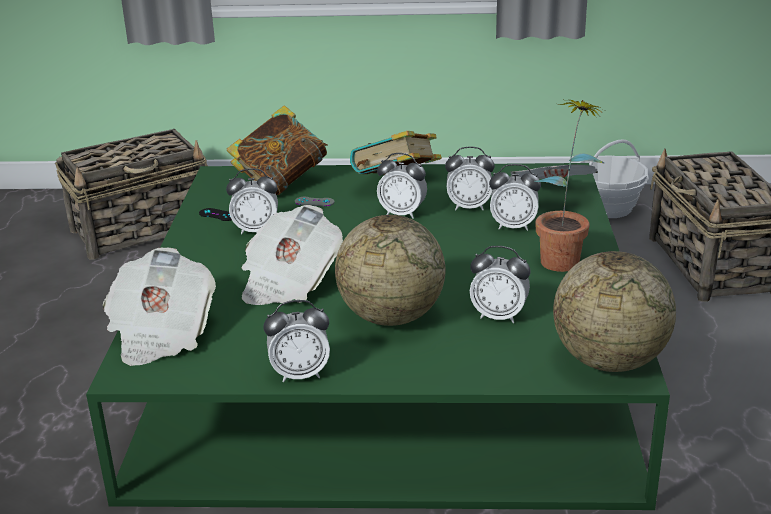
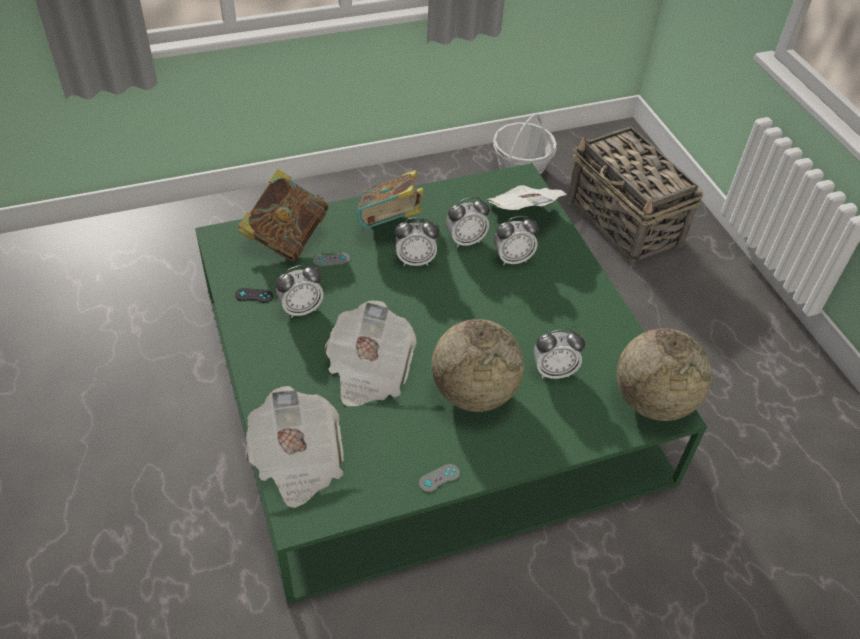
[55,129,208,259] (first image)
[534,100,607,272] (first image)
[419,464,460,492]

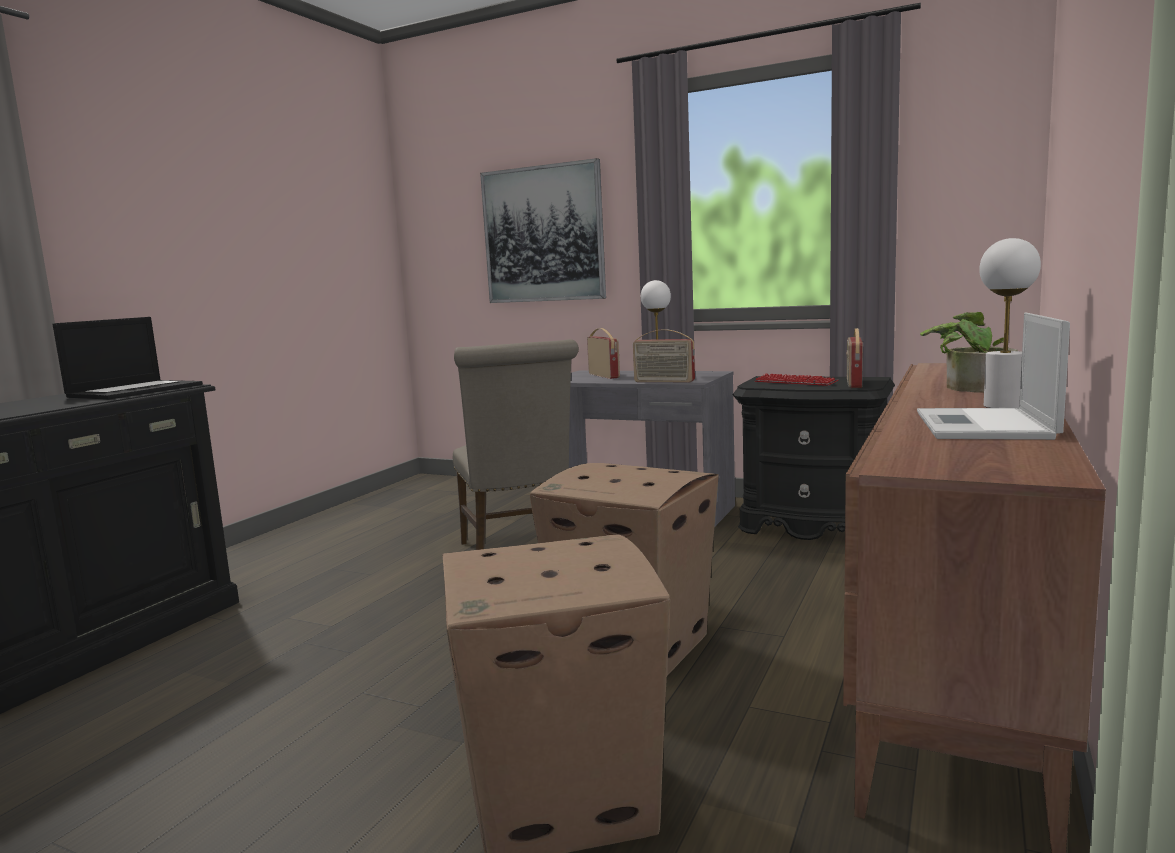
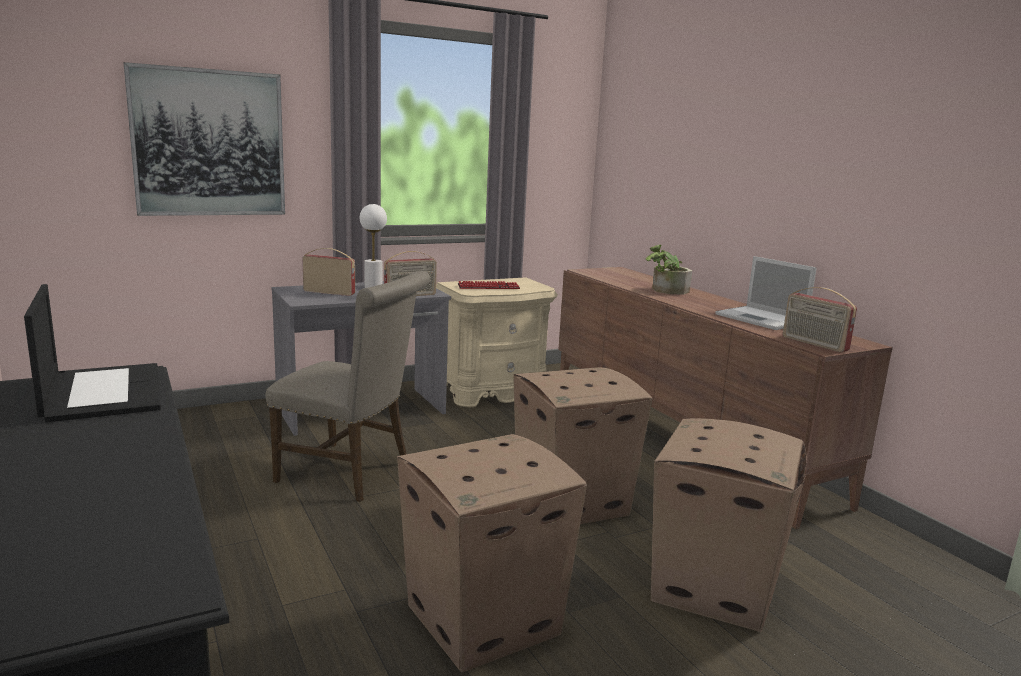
[979,238,1041,408] (first image)
[397,434,587,672]
[783,287,857,352]
[436,277,558,407]

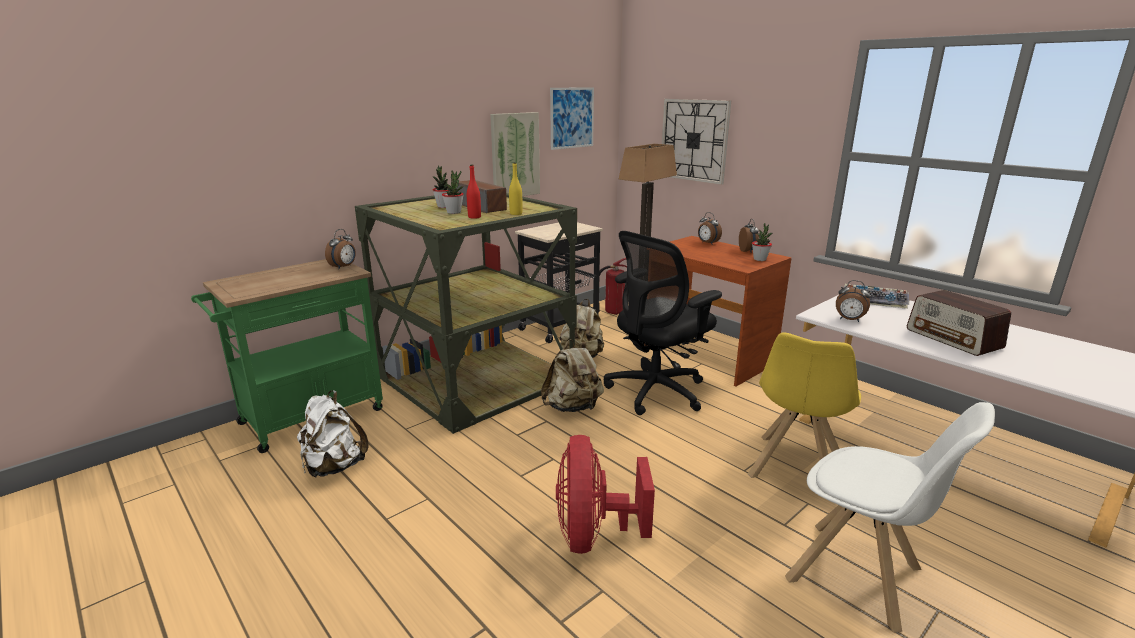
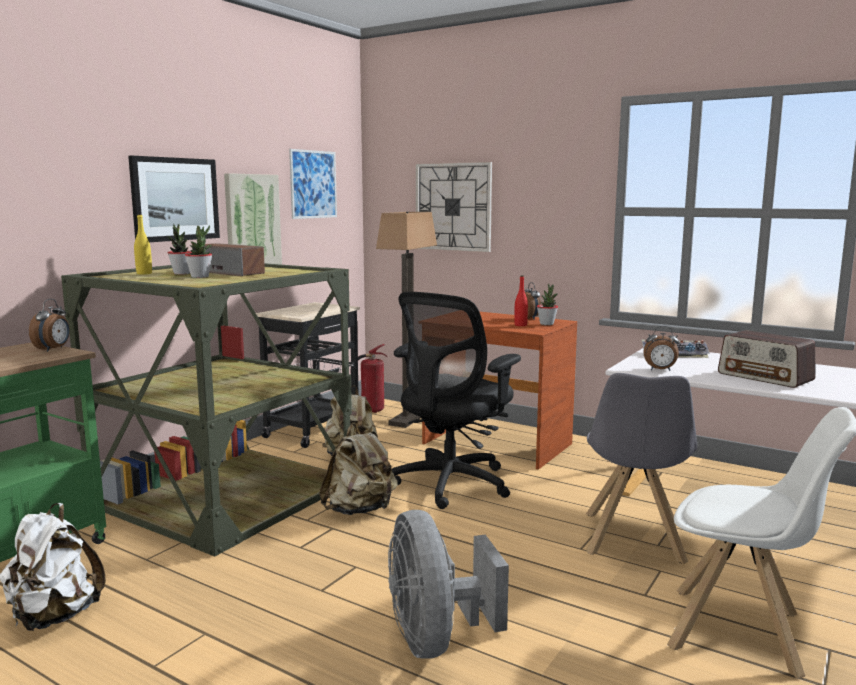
[698,212,722,244] (first image)
[128,156,220,242]
[514,276,528,326]
[134,214,152,274]
[388,510,509,659]
[586,373,697,564]

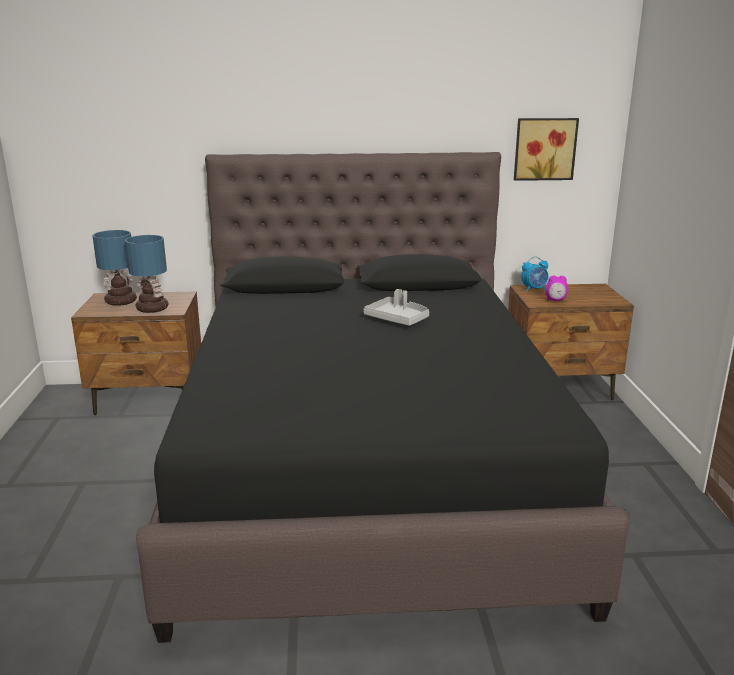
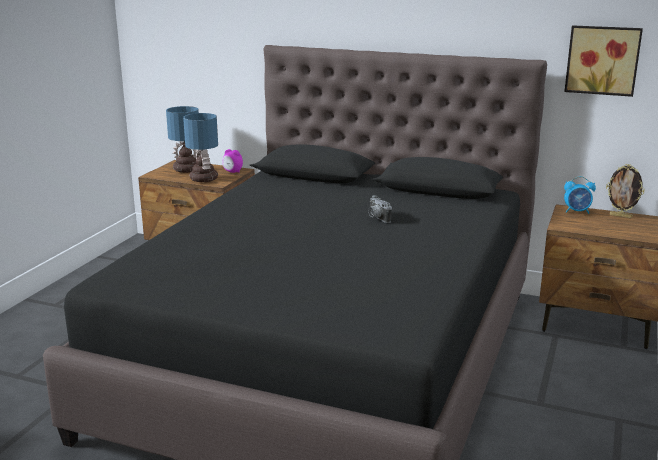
[606,164,645,218]
[222,149,243,173]
[368,195,392,223]

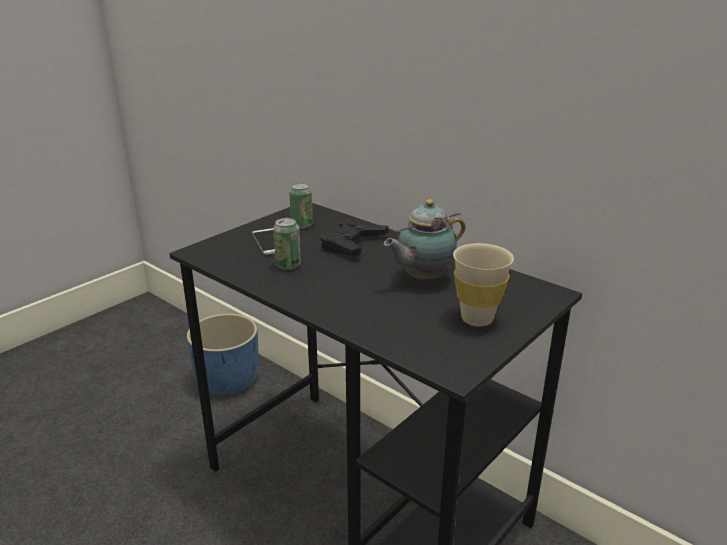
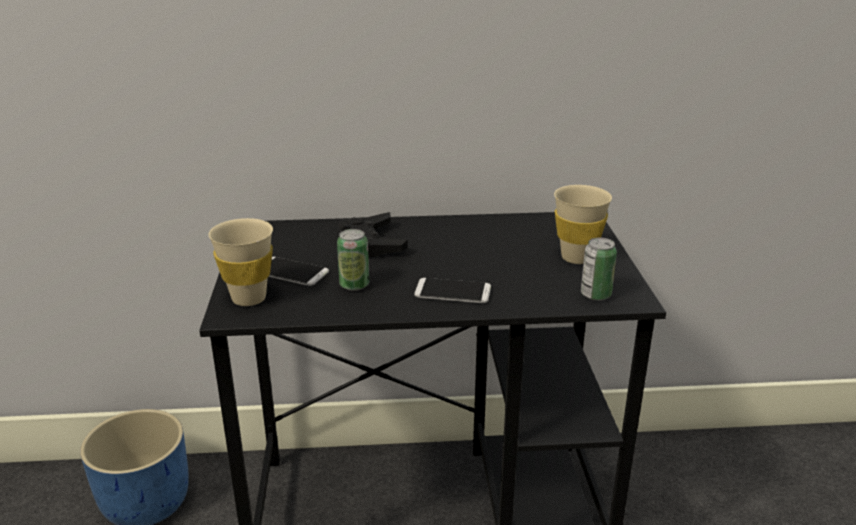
[384,199,465,281] (first image)
[208,218,273,306]
[414,278,491,303]
[581,237,617,301]

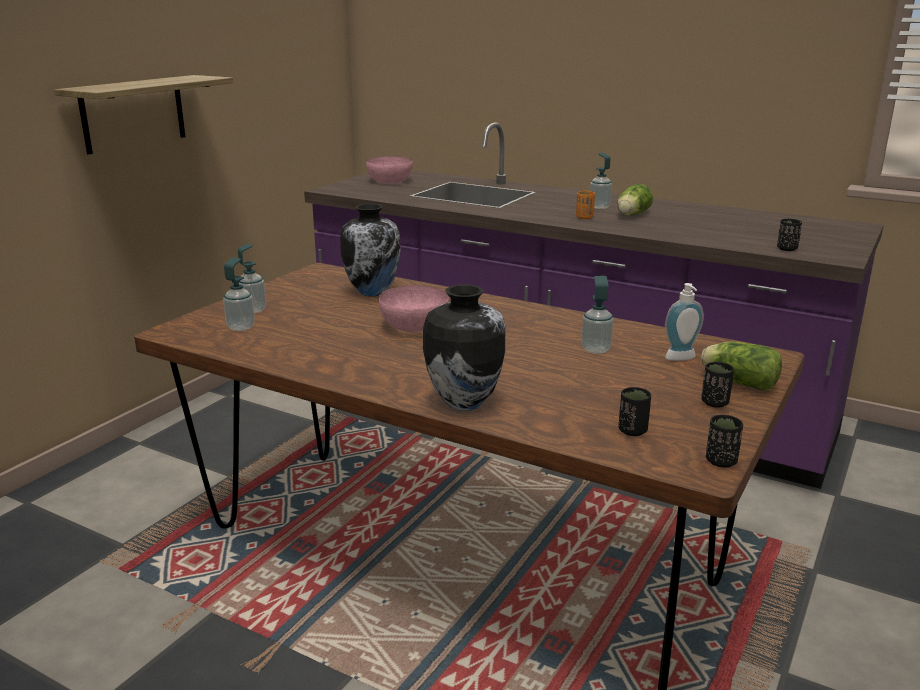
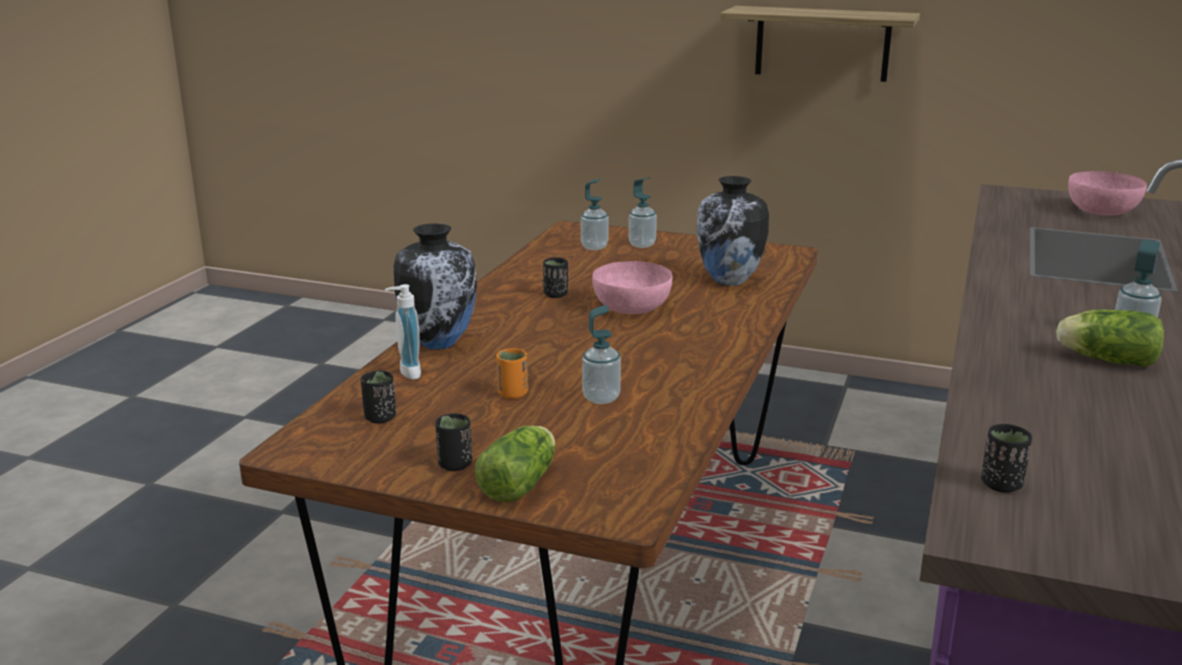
[496,349,528,399]
[385,284,421,380]
[543,258,568,298]

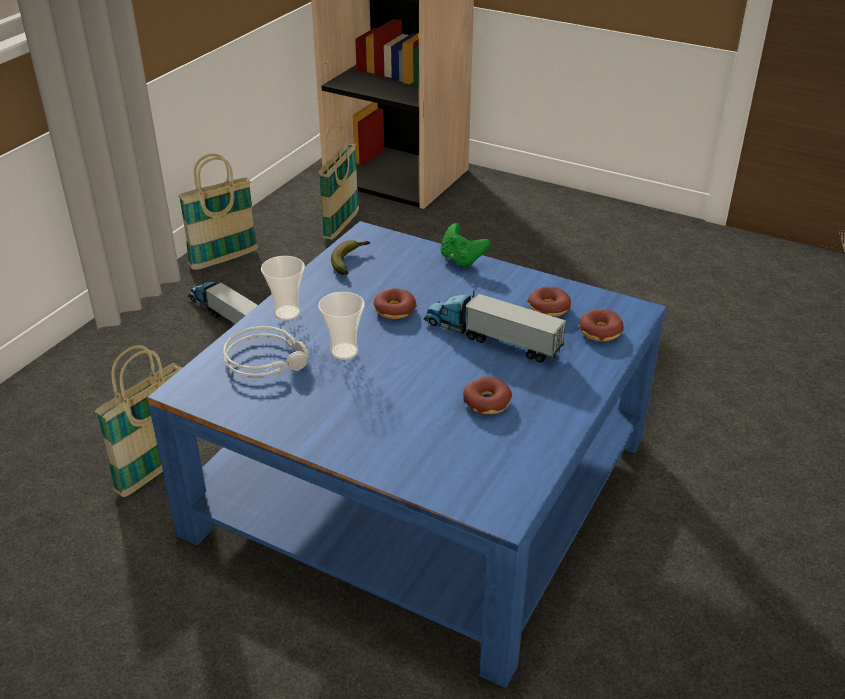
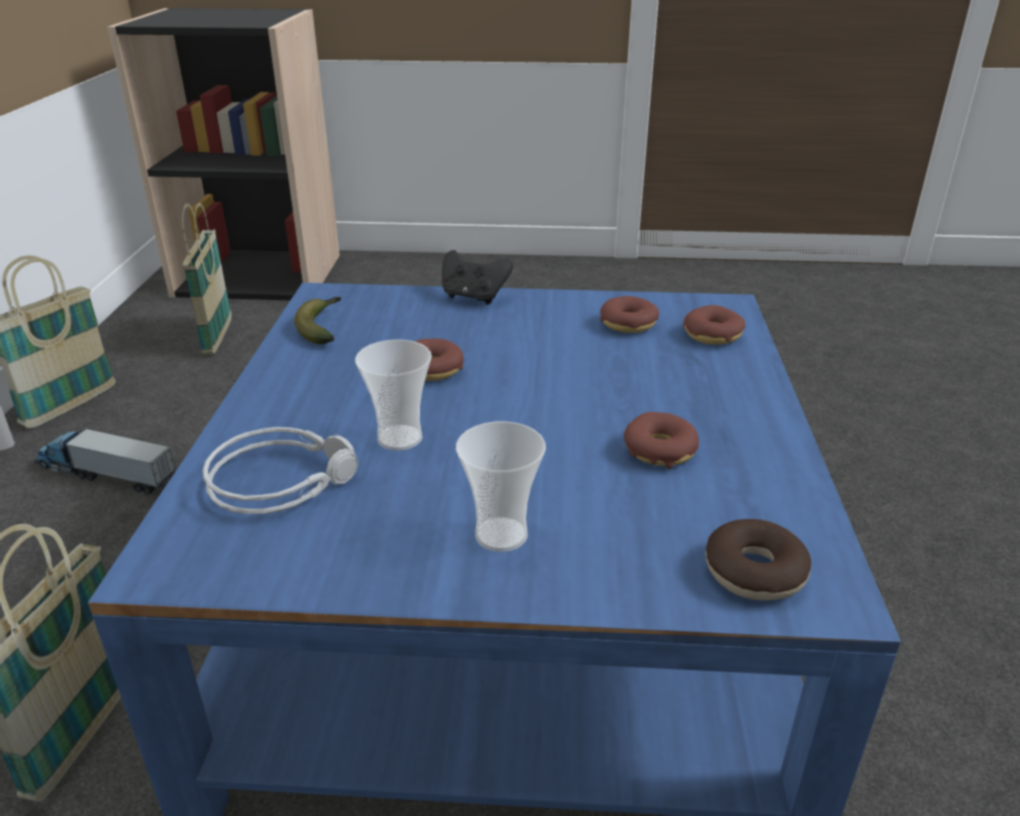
[424,289,567,363] (first image)
[706,519,811,601]
[456,421,546,552]
[442,250,513,304]

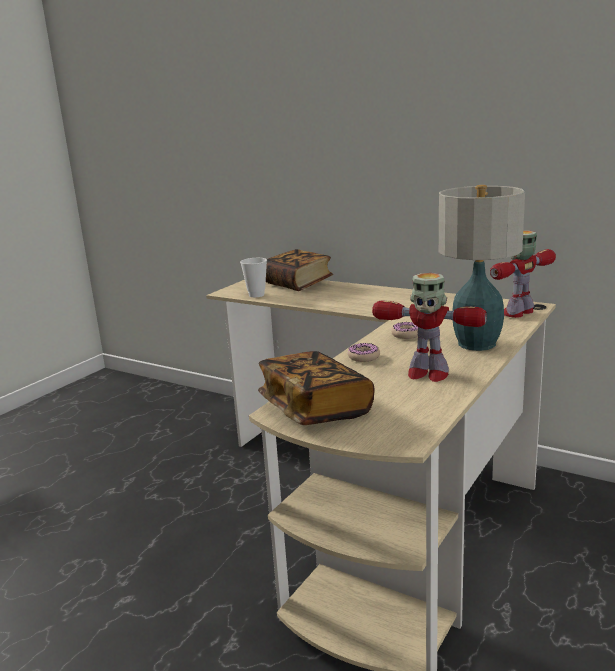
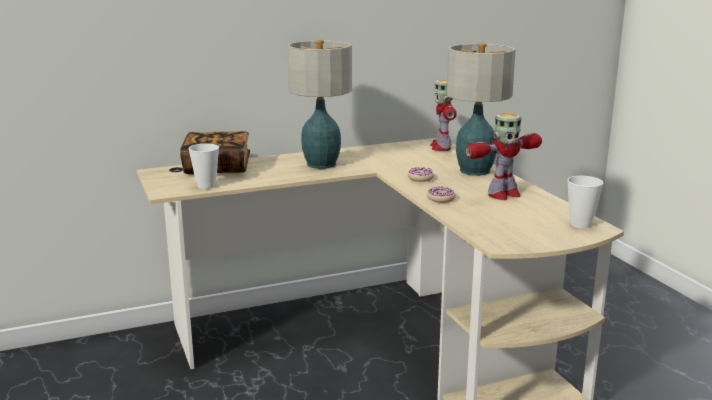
[258,351,375,425] (first image)
[287,40,352,169]
[567,176,604,228]

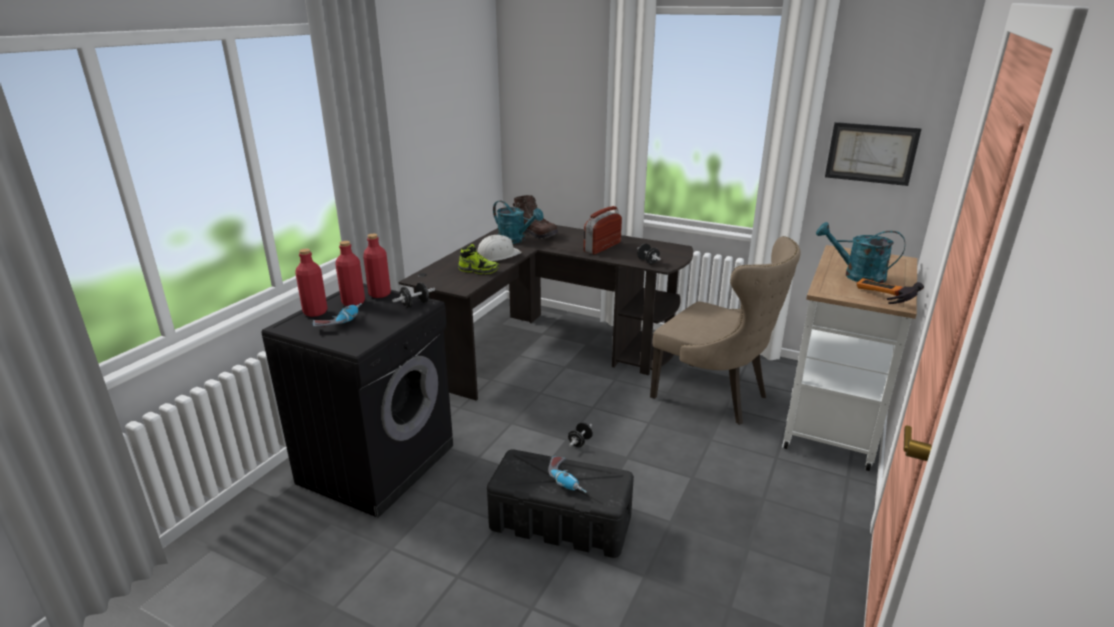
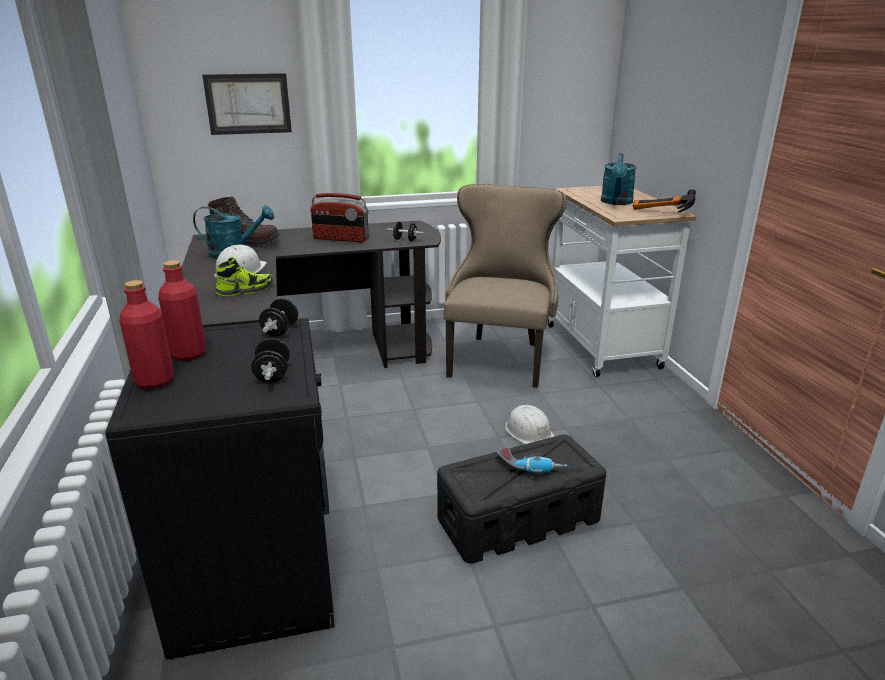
[313,303,362,327] (first image)
[363,234,391,298] (first image)
[505,405,554,444]
[251,338,290,383]
[202,73,292,135]
[310,193,369,242]
[444,184,566,388]
[601,153,637,205]

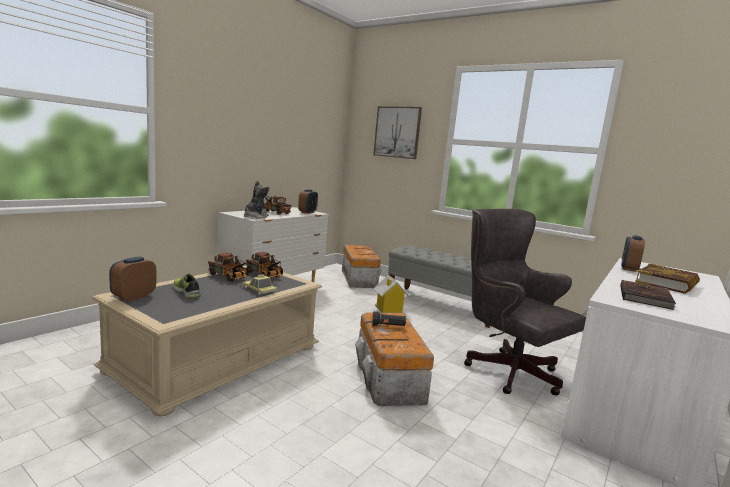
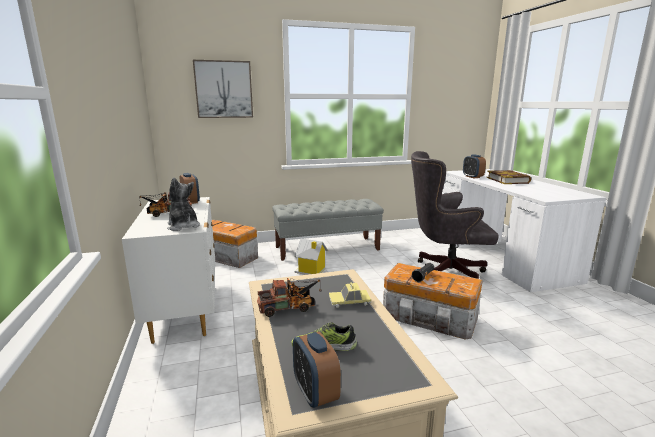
[246,252,283,277] (first image)
[620,280,676,310] (first image)

